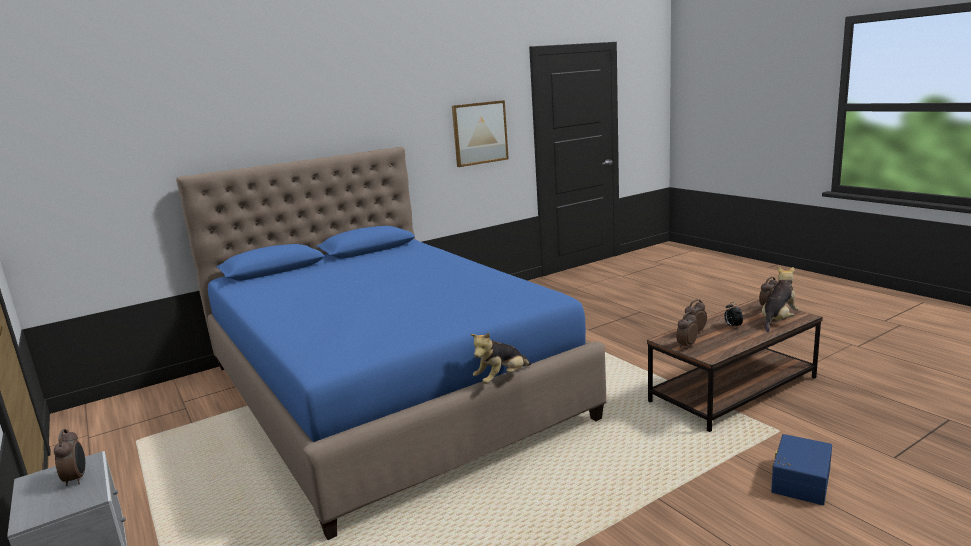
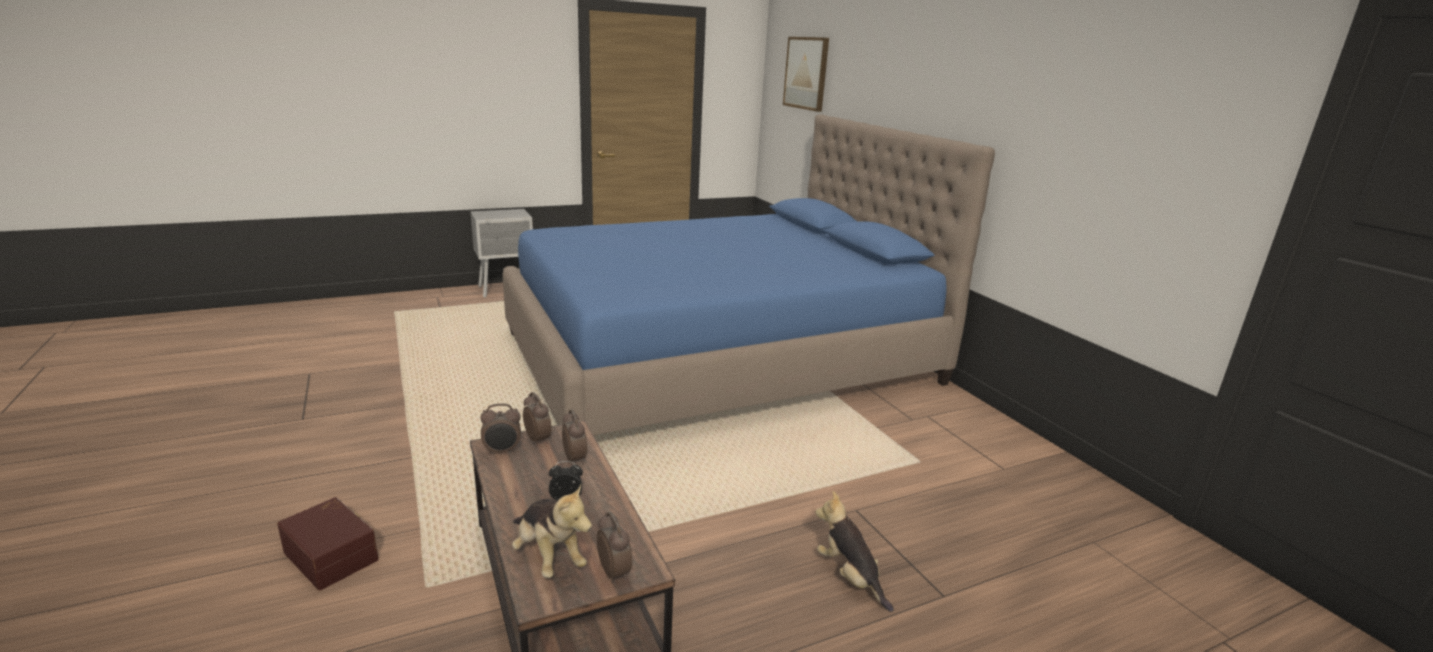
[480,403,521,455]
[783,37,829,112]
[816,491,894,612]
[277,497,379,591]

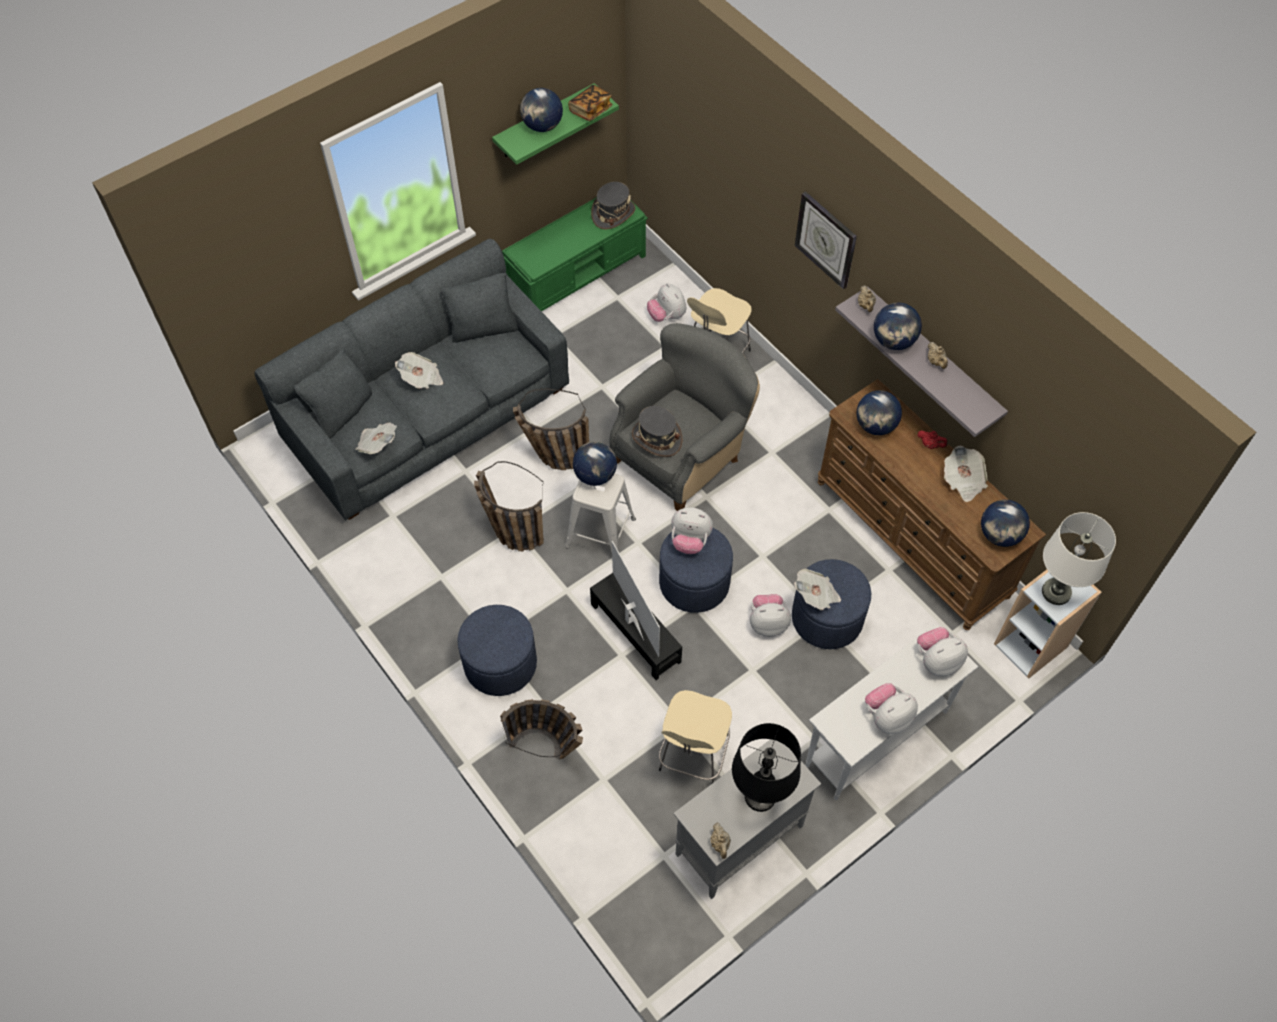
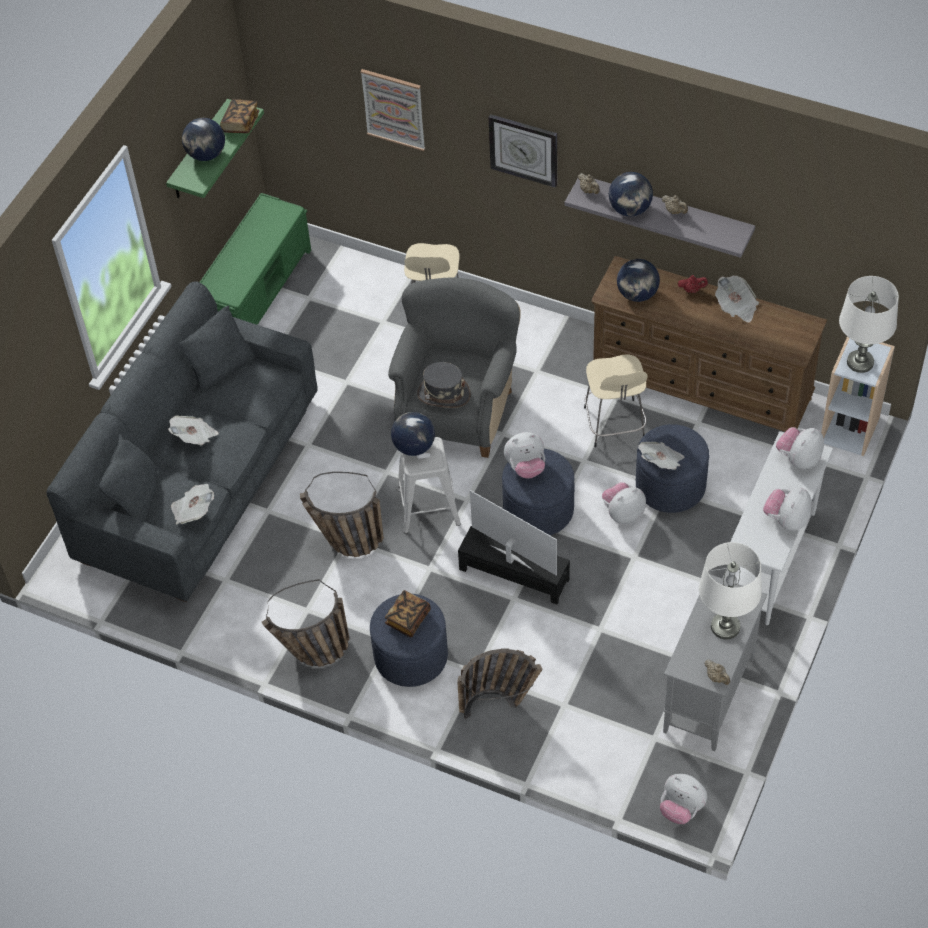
[591,182,635,230] (first image)
[981,500,1030,547] (first image)
[360,69,425,151]
[385,590,431,637]
[262,579,349,667]
[660,774,707,824]
[584,354,648,447]
[699,542,762,639]

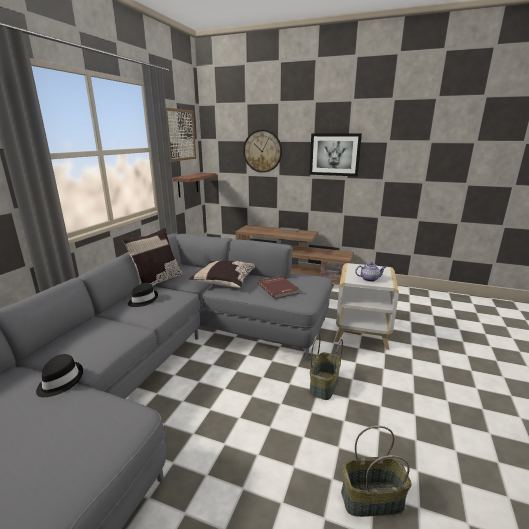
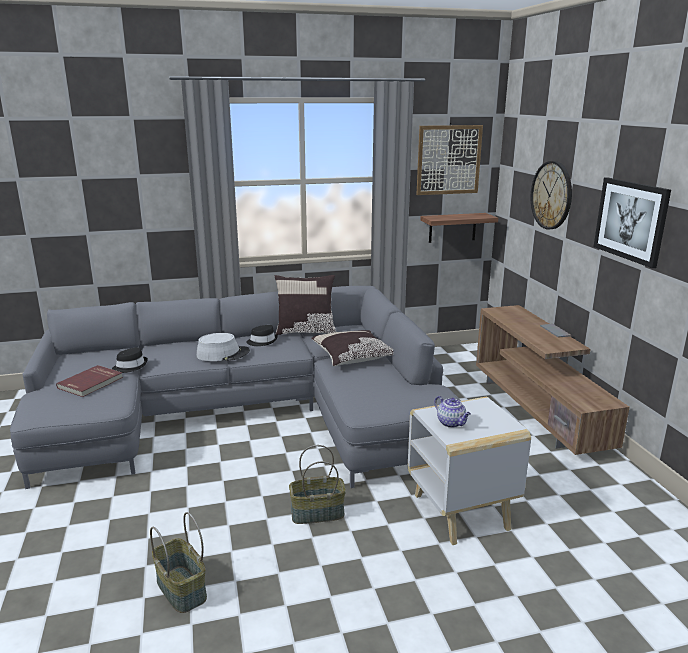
[196,333,250,361]
[56,365,123,397]

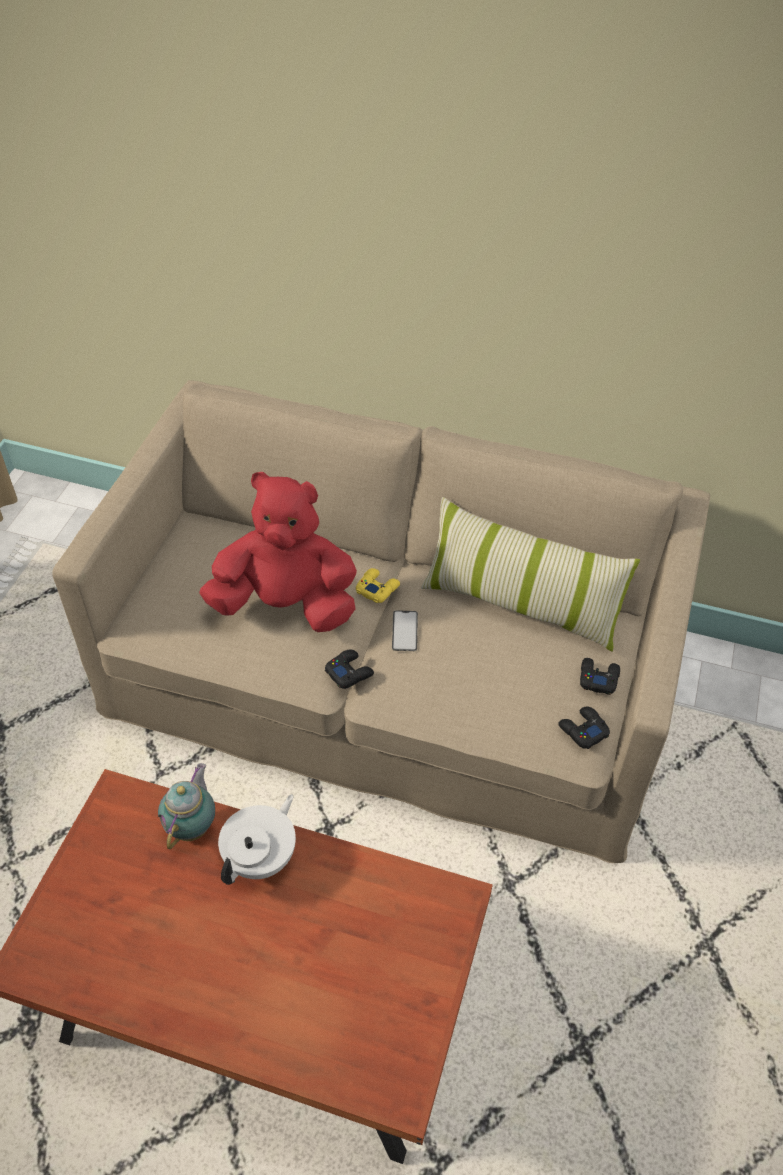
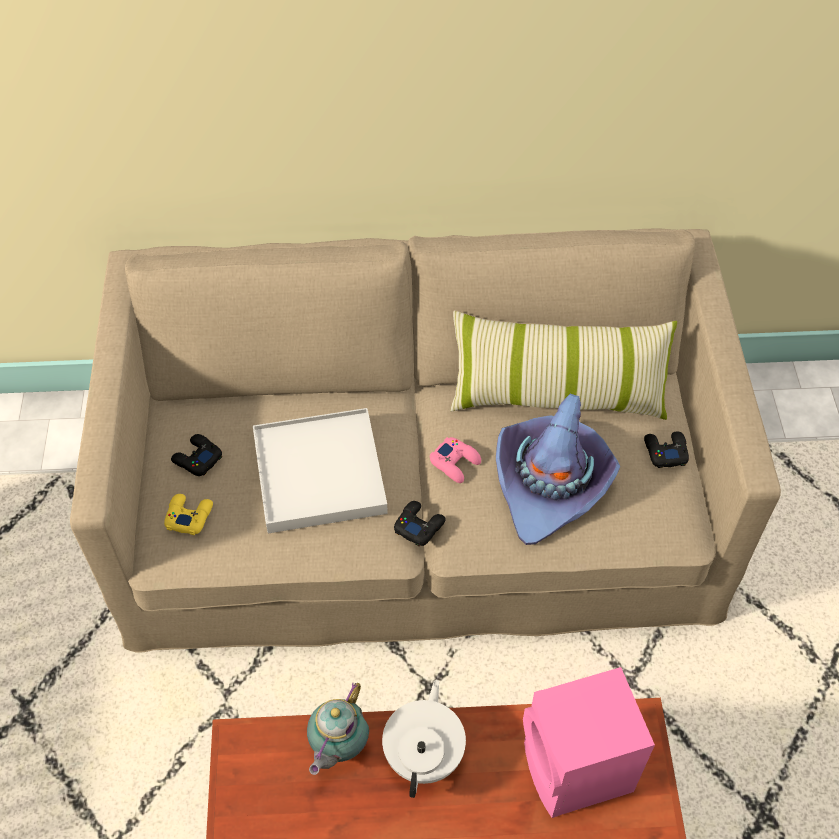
[496,393,620,545]
[523,667,655,818]
[164,494,213,535]
[171,434,222,476]
[253,408,388,533]
[430,437,481,483]
[307,683,369,775]

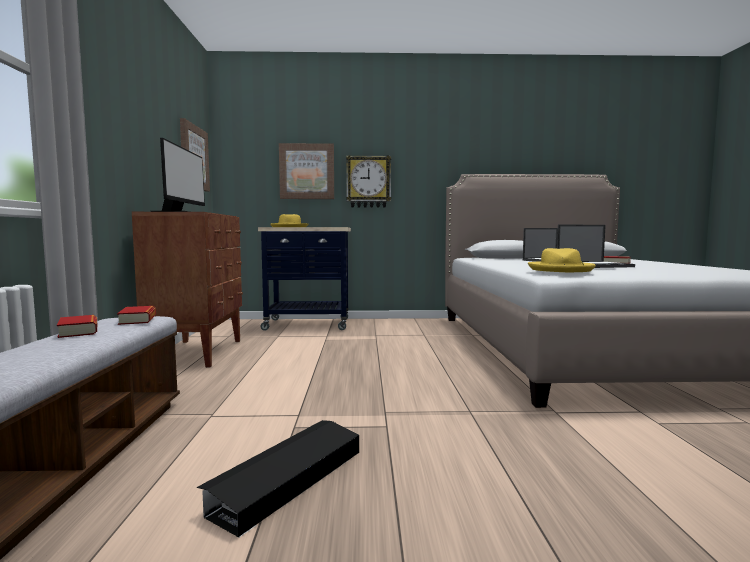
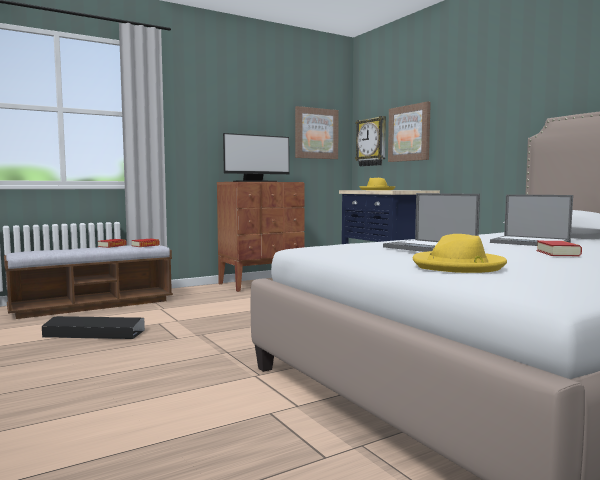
[355,116,386,166]
[413,234,507,273]

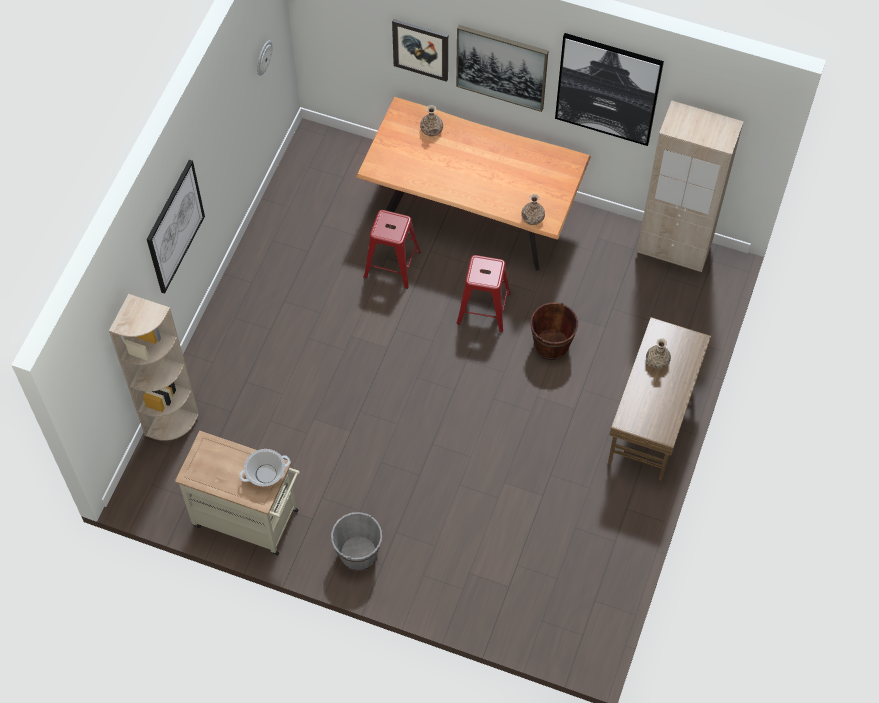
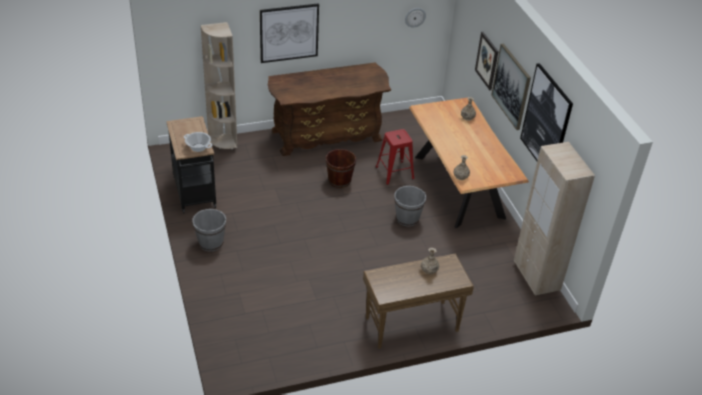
[268,62,391,156]
[326,149,356,188]
[395,186,426,226]
[166,116,216,214]

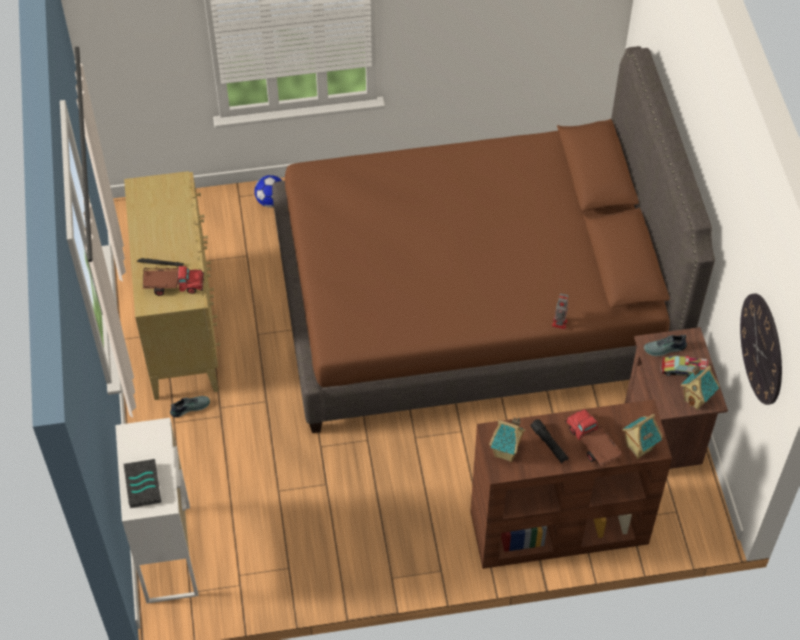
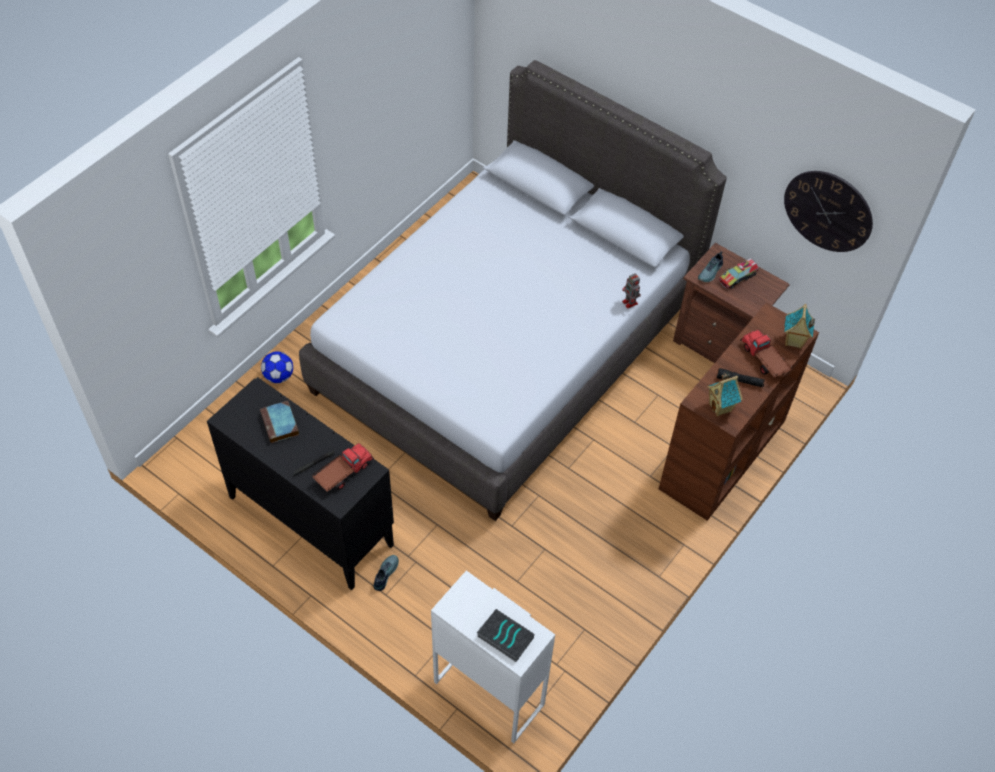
[681,364,719,410] (first image)
[260,401,299,443]
[207,377,394,590]
[299,60,727,521]
[740,330,792,378]

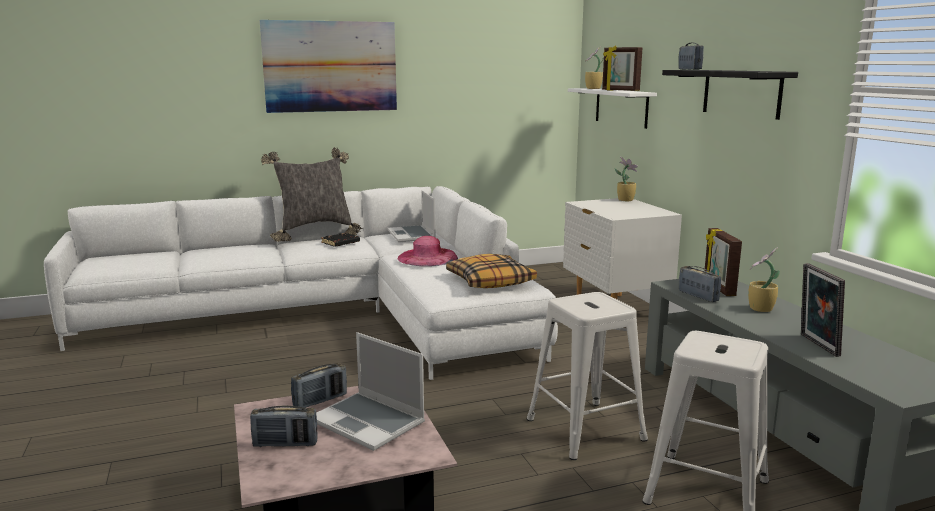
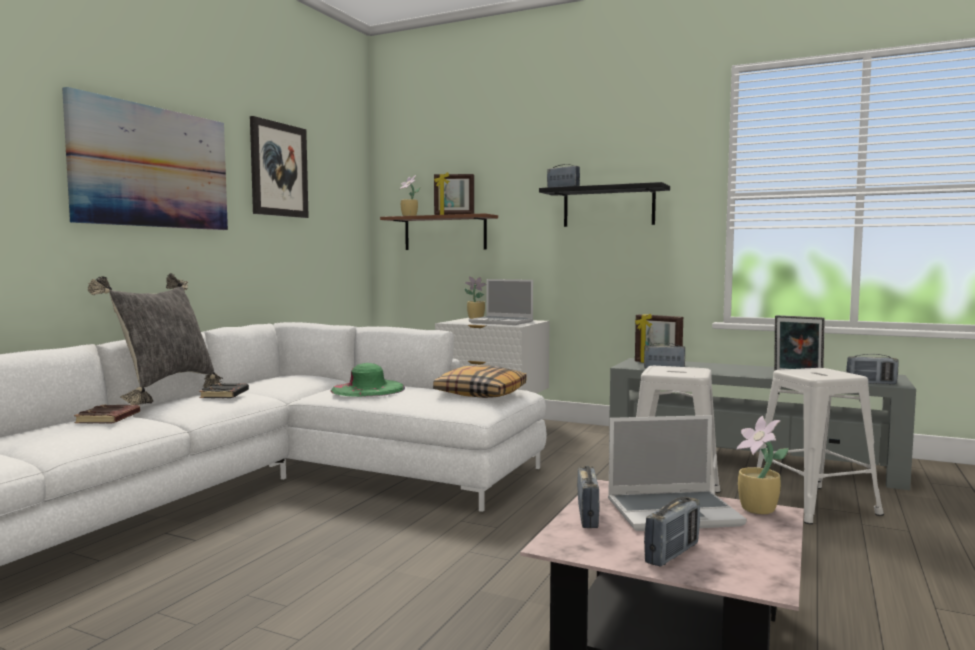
[74,404,140,424]
[250,116,309,218]
[846,354,899,385]
[469,279,533,325]
[736,416,789,514]
[331,363,405,397]
[380,213,498,250]

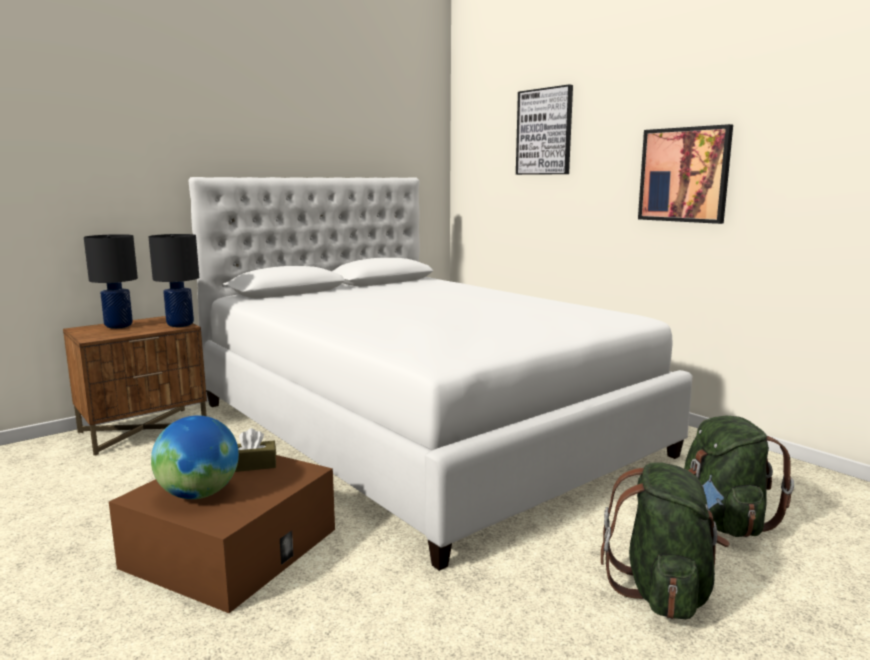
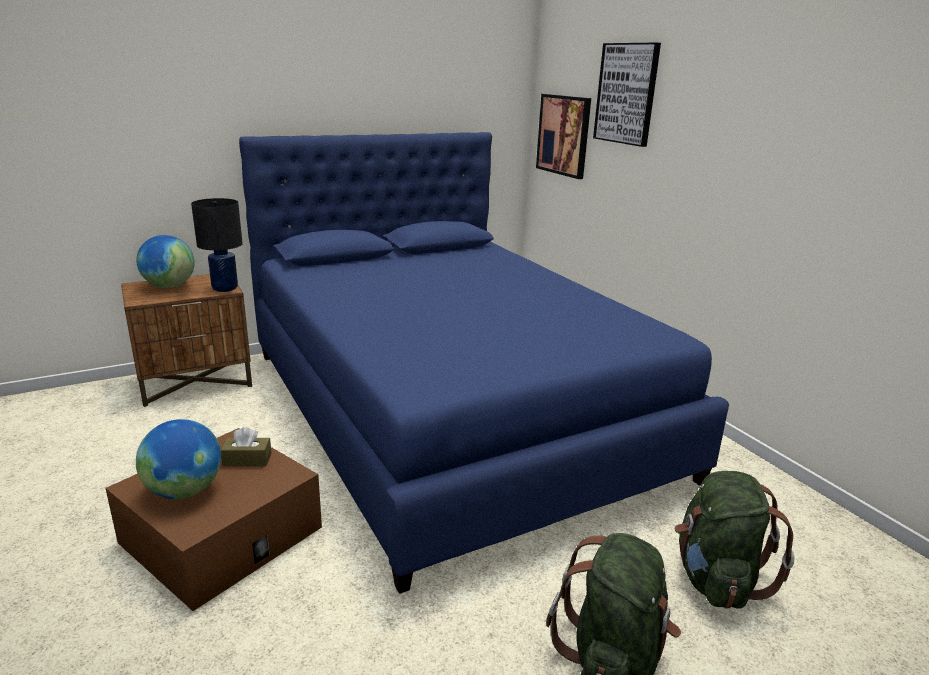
[536,94,591,179]
[136,235,194,288]
[239,132,729,594]

